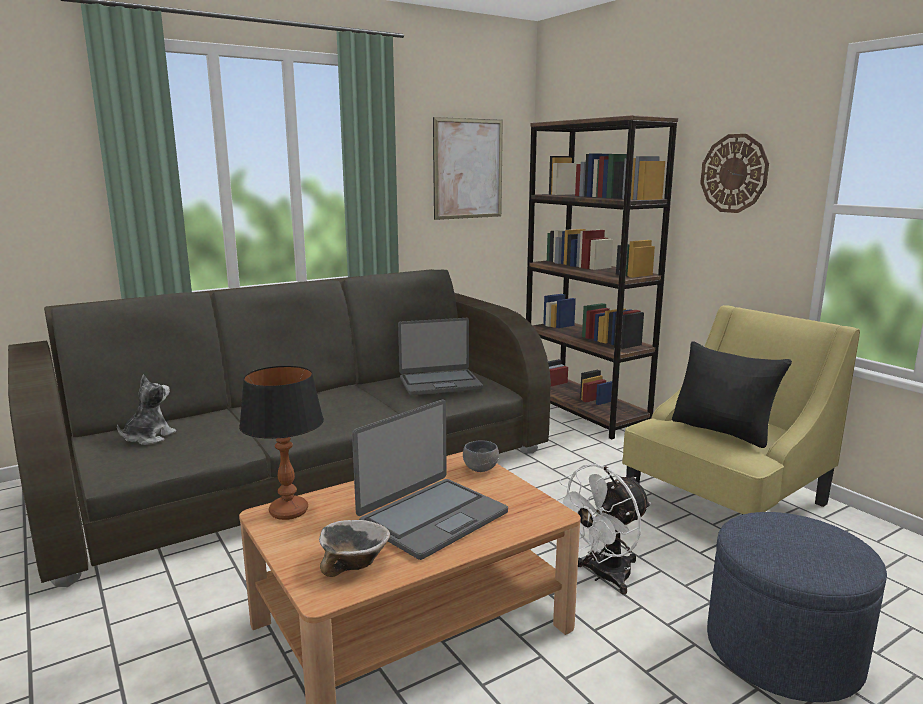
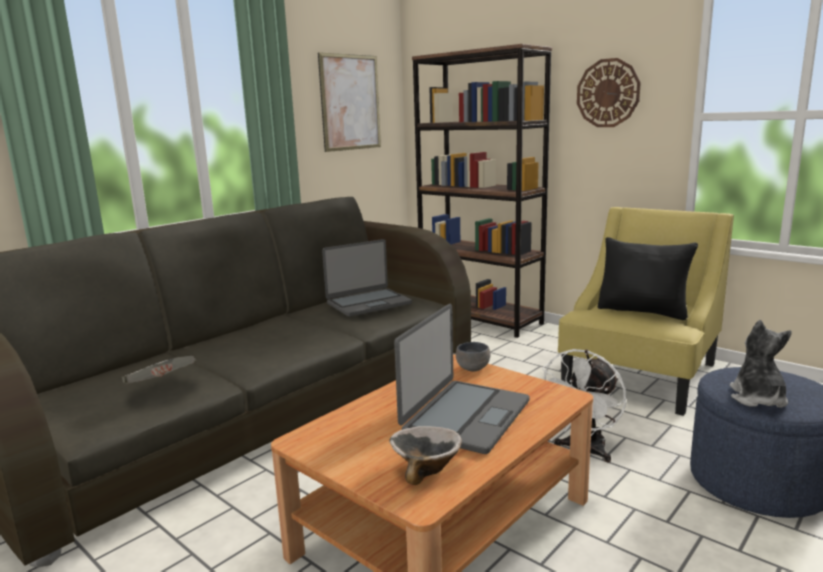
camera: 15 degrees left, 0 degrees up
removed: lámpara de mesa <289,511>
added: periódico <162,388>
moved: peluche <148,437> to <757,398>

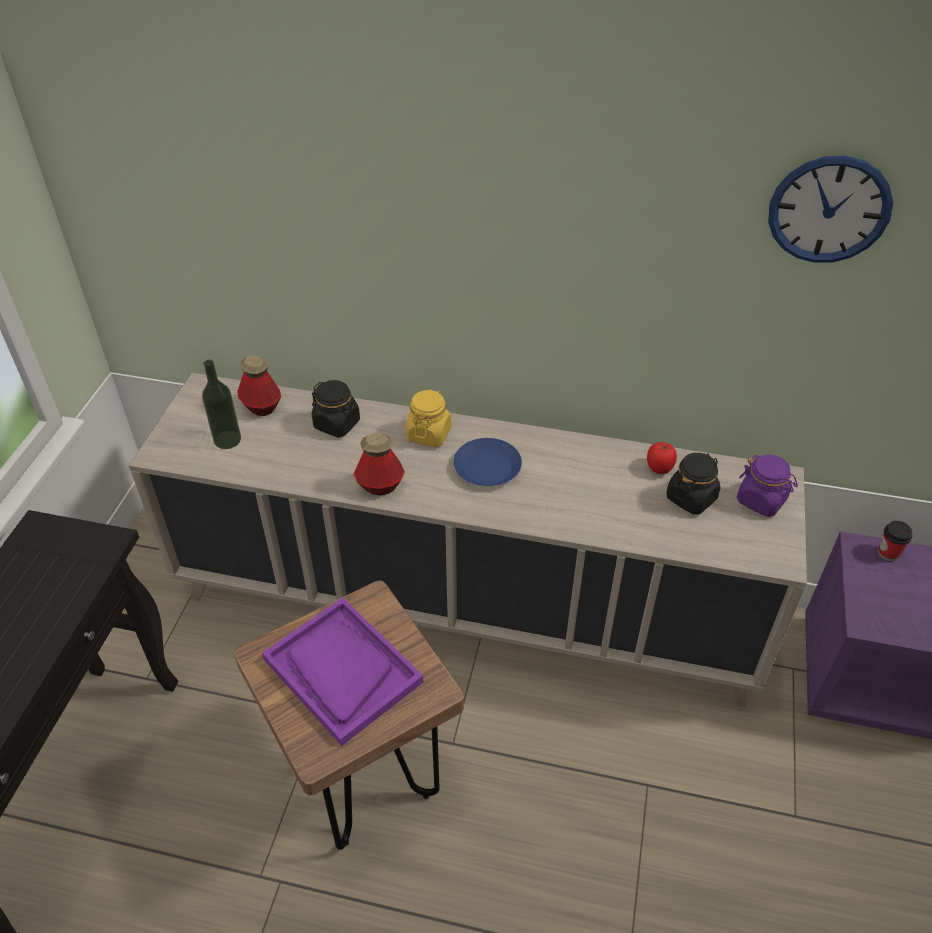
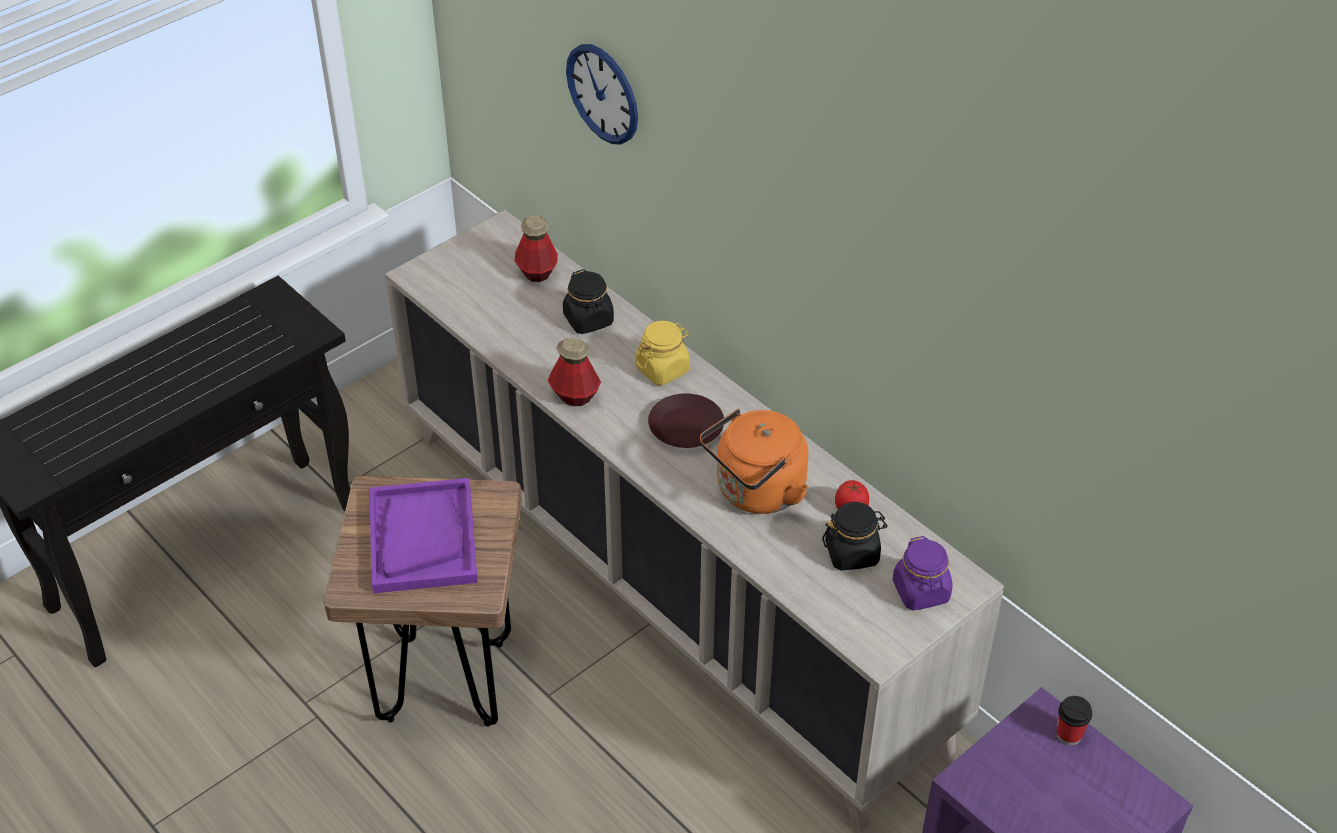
camera: 35 degrees right, 0 degrees up
removed: botella <227,440>
added: hervidor (naranja) <756,492>
moved: reloj de pared <829,210> to <603,93>
recoloured: plato (azul) <488,467> to plato (marrón) <687,427>

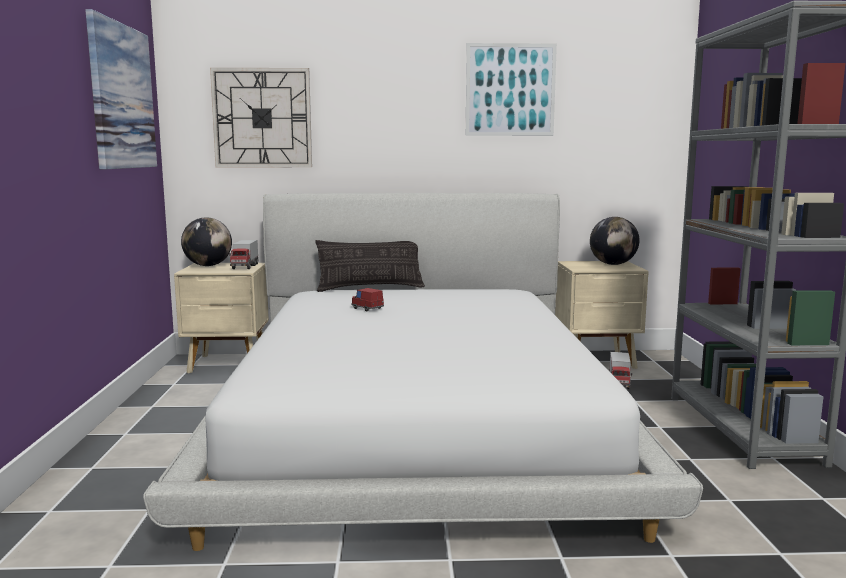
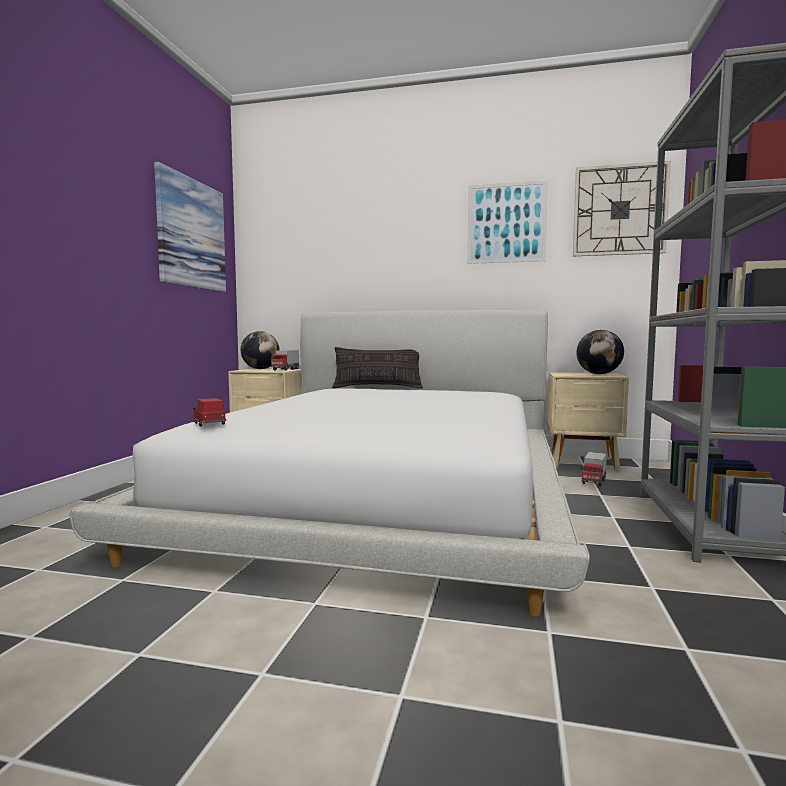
camera: 15 degrees right, 5 degrees down
moved: coche de juguete (rojo) <367,308> to <209,424>; reloj de pared <262,118> to <619,210>

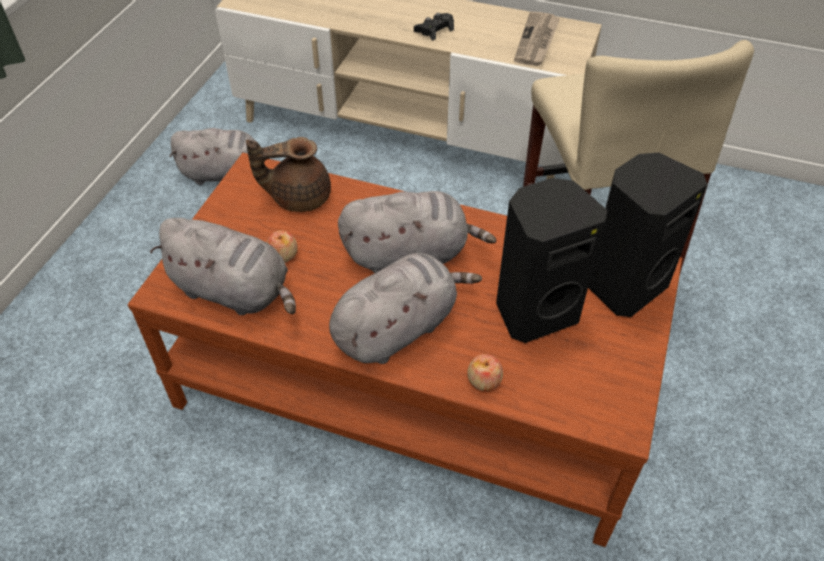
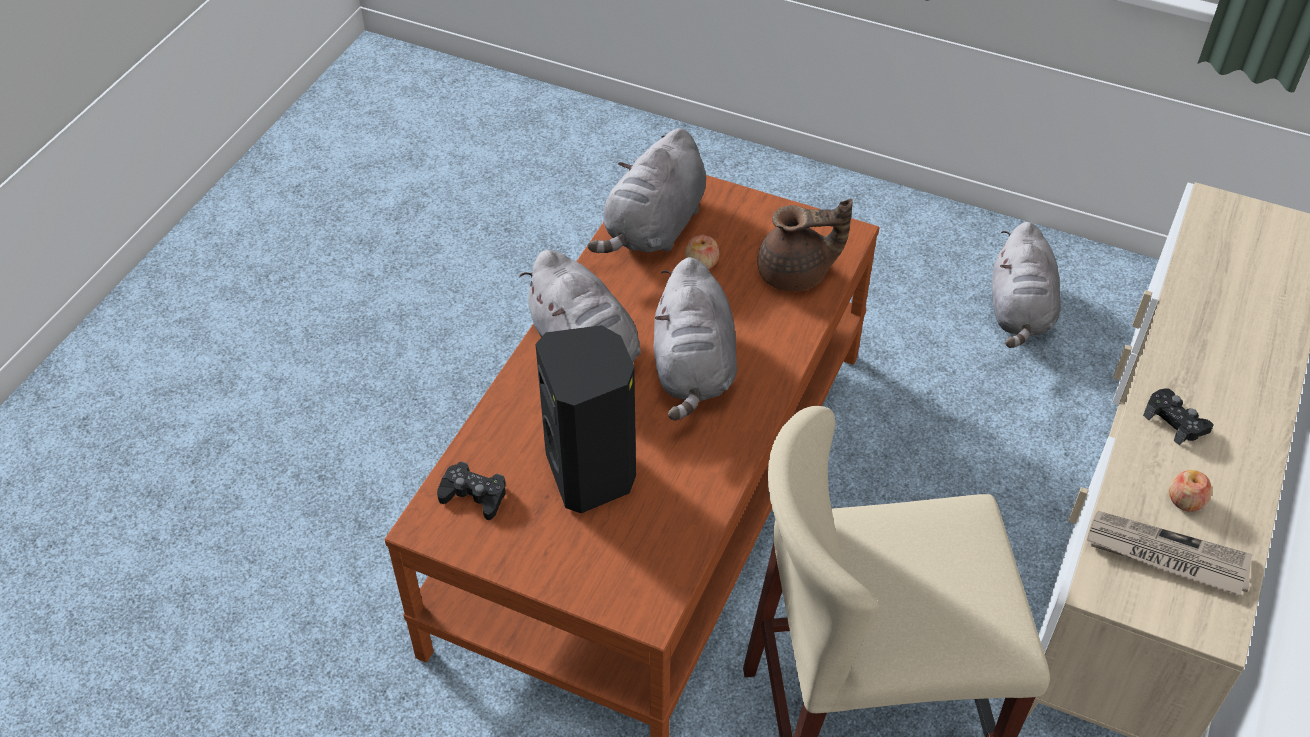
camera: 95 degrees right, 0 degrees up
removed: altavoz (negro) <623,285>
added: mando de consola (negro) <474,495>
moved: manzana <484,381> to <1185,500>
turned: tetera (marrón) <298,197> = <796,274> 90 degrees clockwise

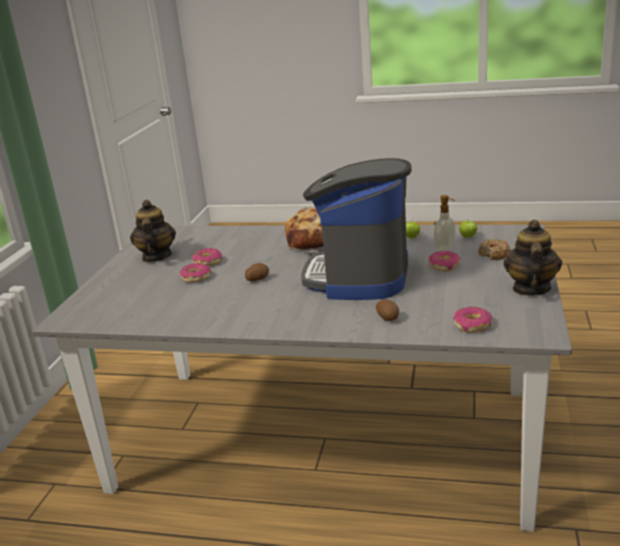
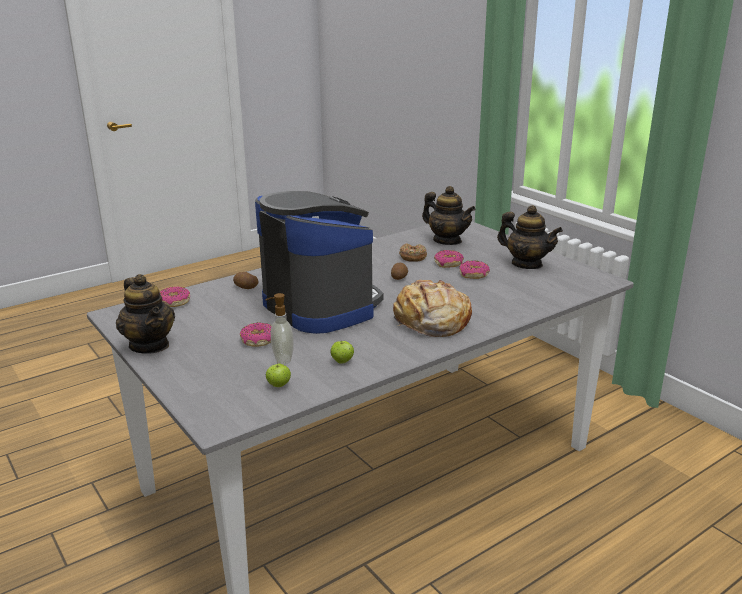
camera: 130 degrees right, 0 degrees up
added: tetera <447,241>
moved: rosquilla <494,254> to <412,257>

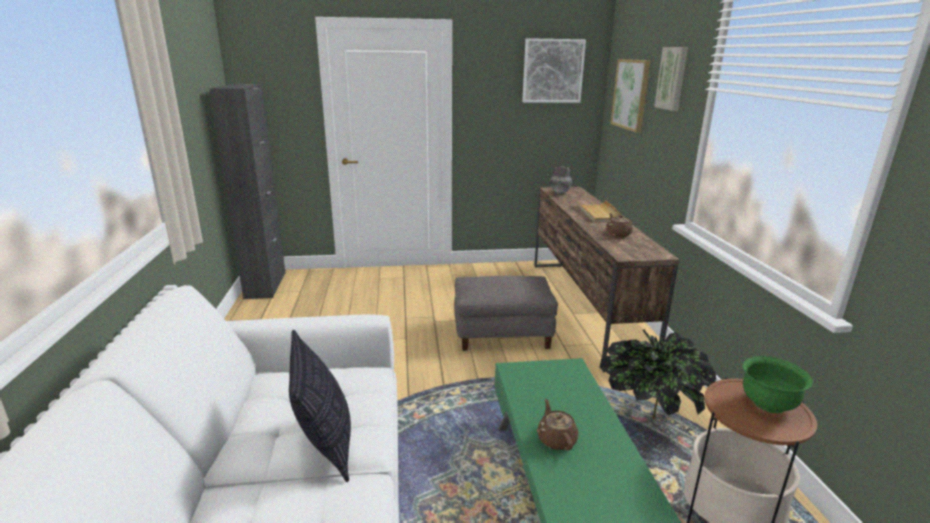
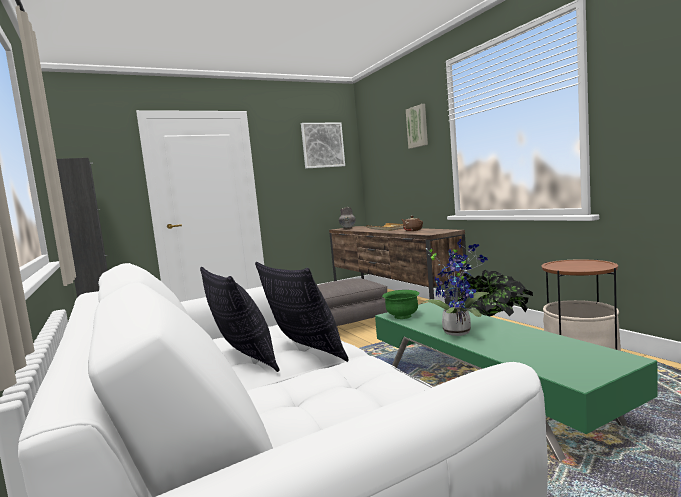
camera: 20 degrees left, 15 degrees down
removed: cuadro <631,94>
added: cojín <244,361>
moved: cuenco (verde) <768,404> to <402,316>
replaced: tetera (marrón) <556,439> to planta en maceta <458,331>

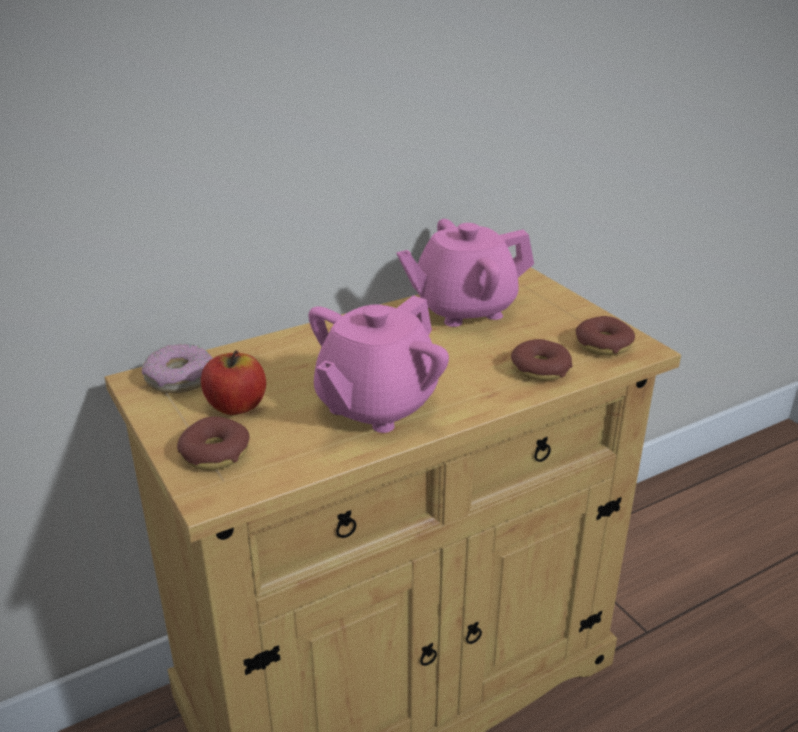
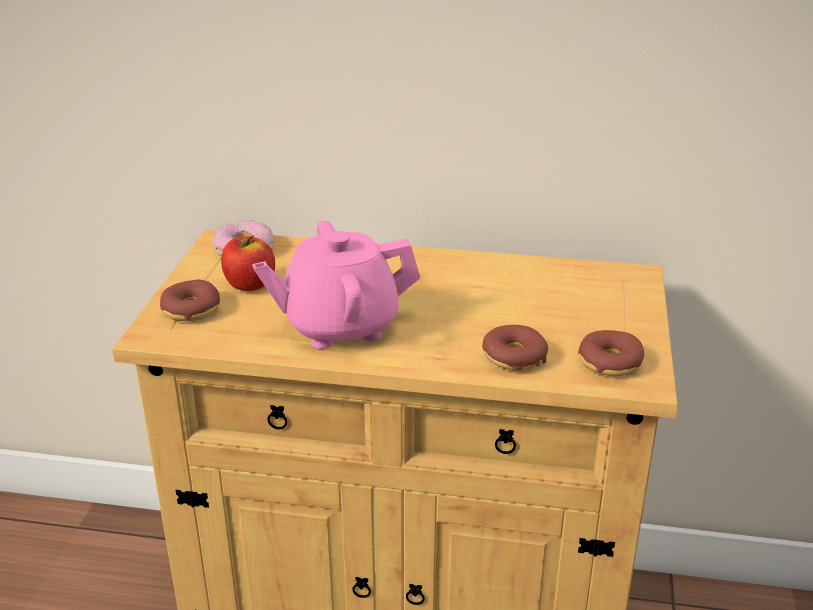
camera: 40 degrees right, 0 degrees up
removed: tetera (rosa) <463,309>

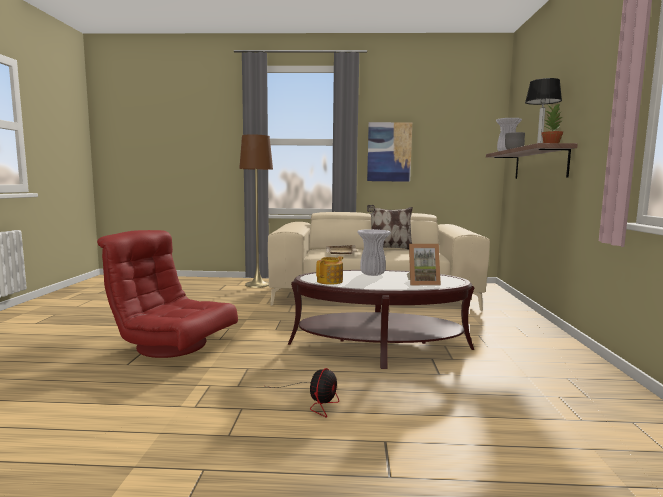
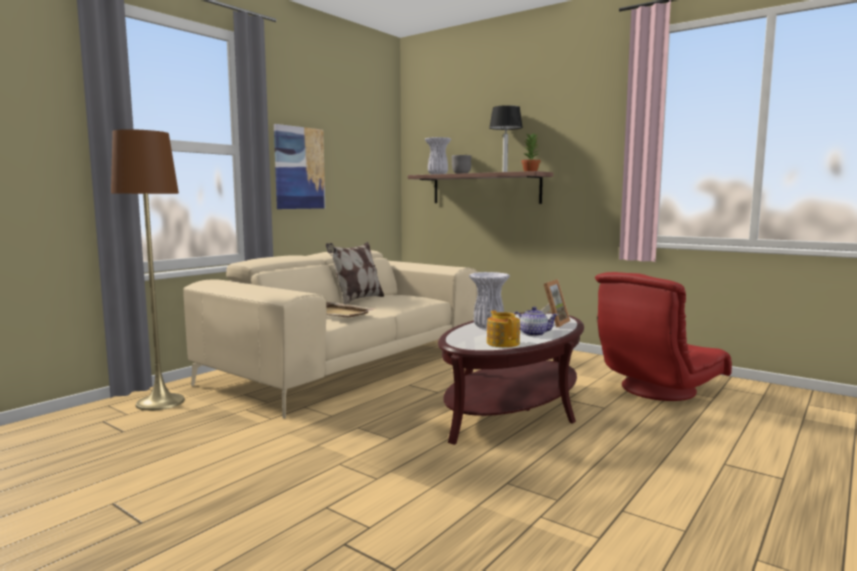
camera: 55 degrees left, 0 degrees up
removed: ventilador <316,400>
added: tetera <533,334>
moved: sillón (rojo) <173,345> to <656,390>

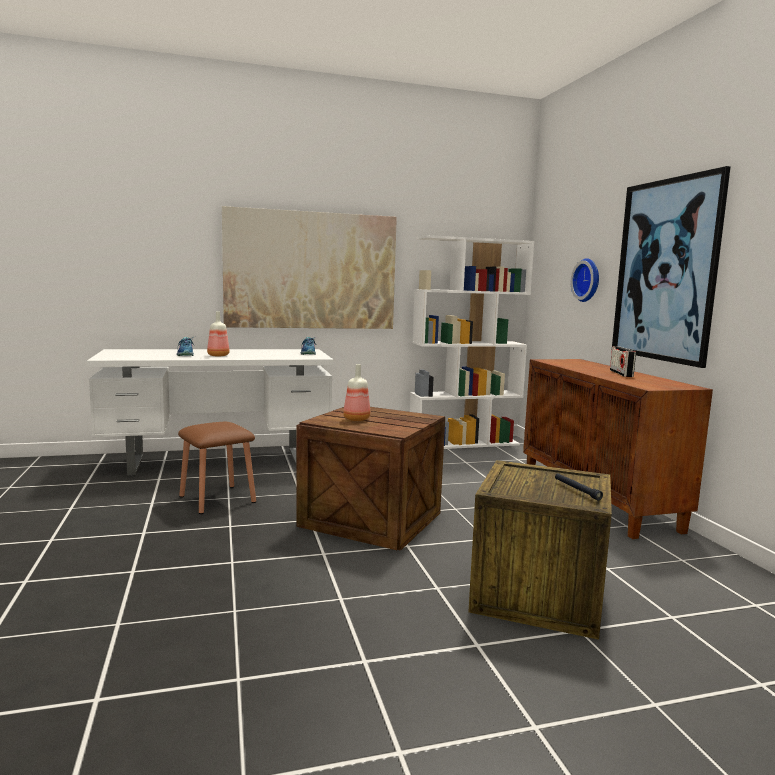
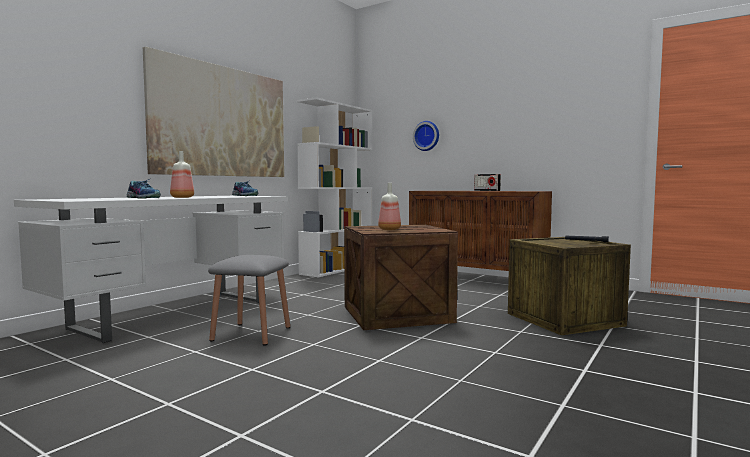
camera: 40 degrees left, 5 degrees down
removed: cuadro <665,270>
recoloured: taburete (marrón) <217,499> to taburete (gris) <251,333>

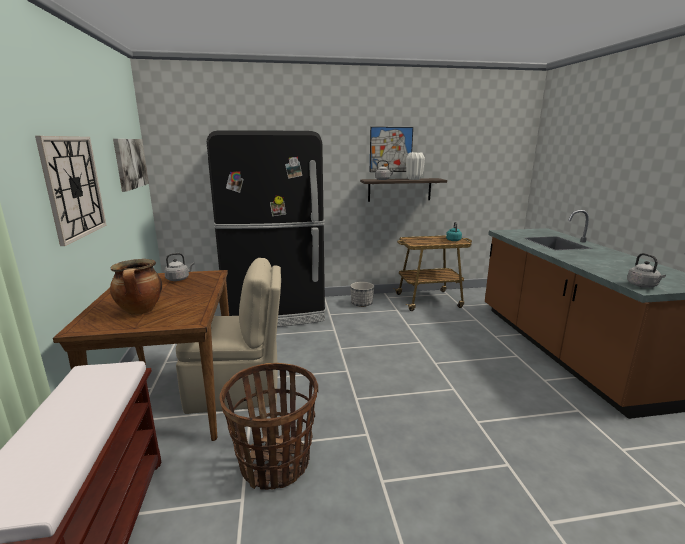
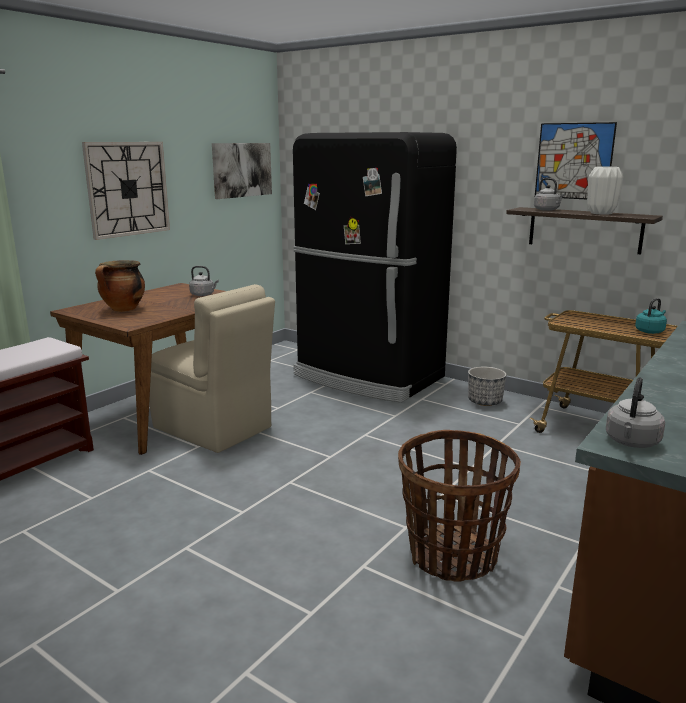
camera: 45 degrees right, 0 degrees up
moved: cesta <275,464> to <452,556>

